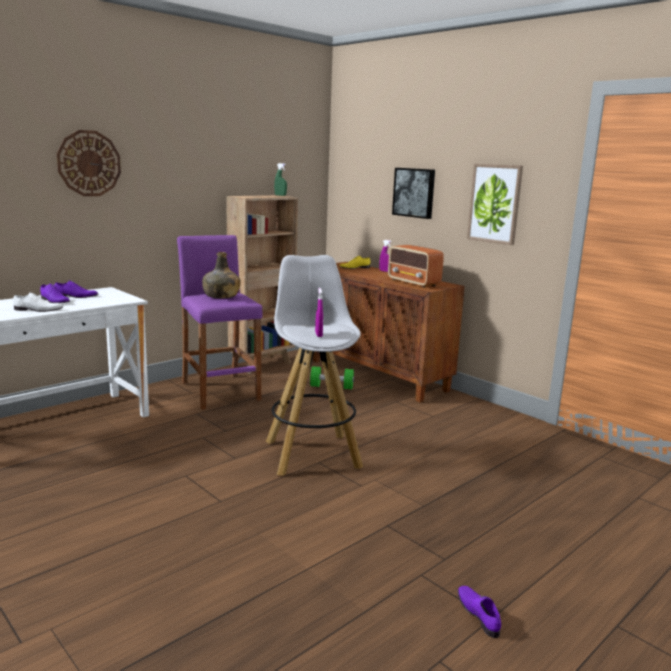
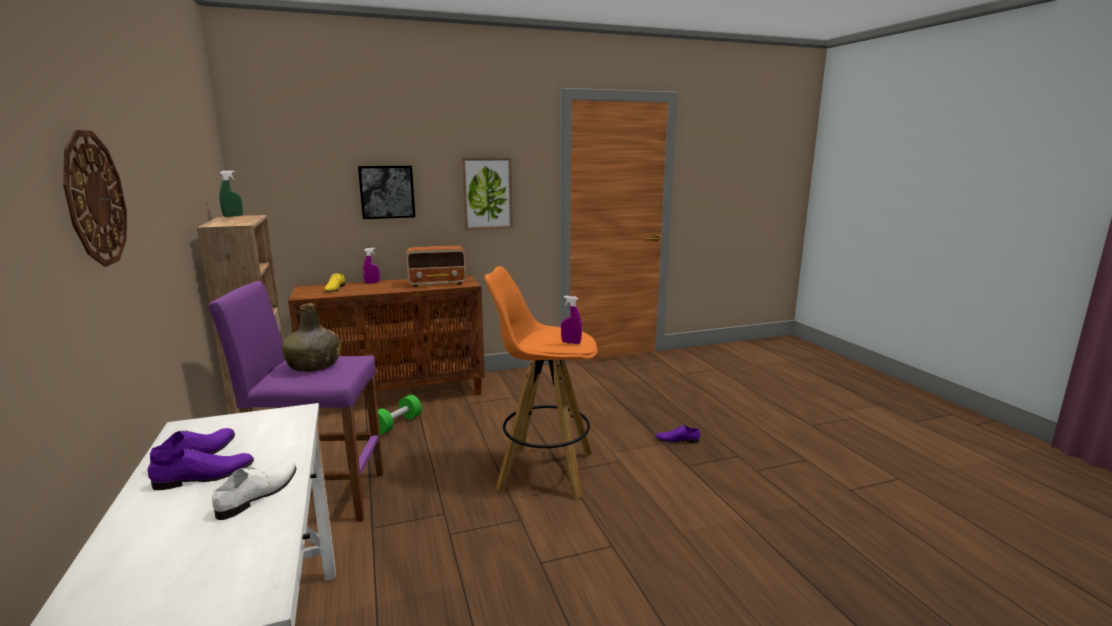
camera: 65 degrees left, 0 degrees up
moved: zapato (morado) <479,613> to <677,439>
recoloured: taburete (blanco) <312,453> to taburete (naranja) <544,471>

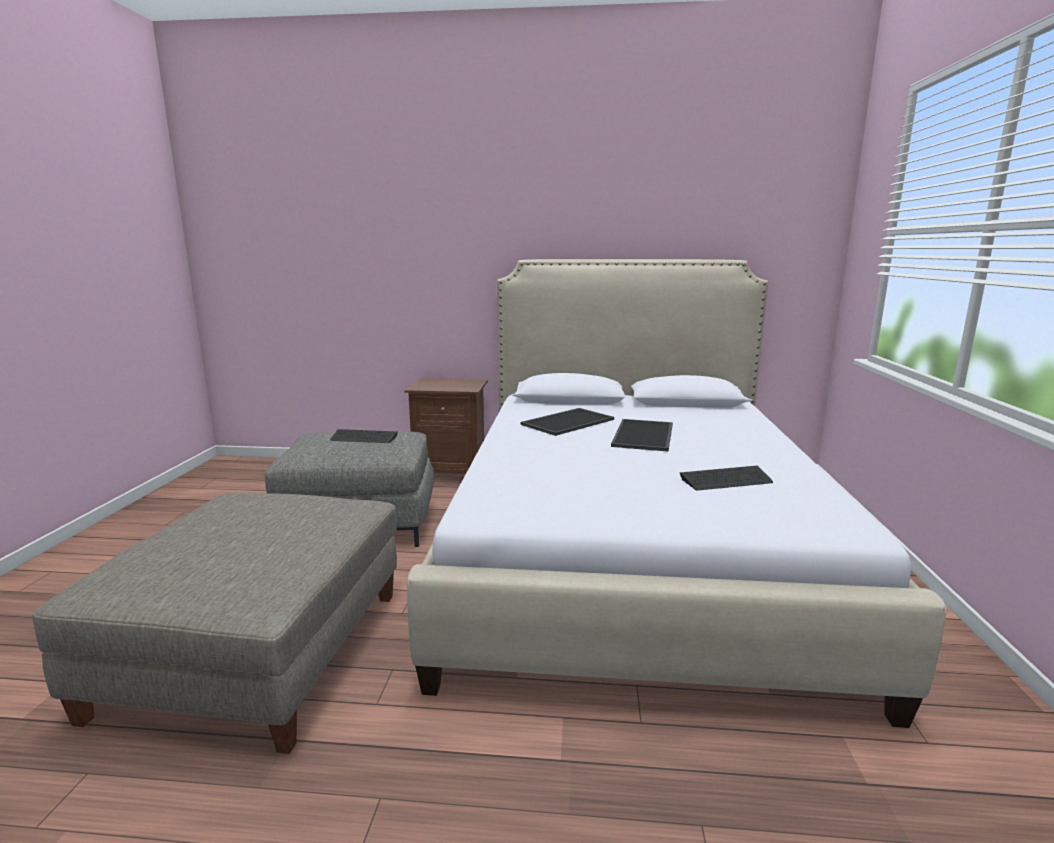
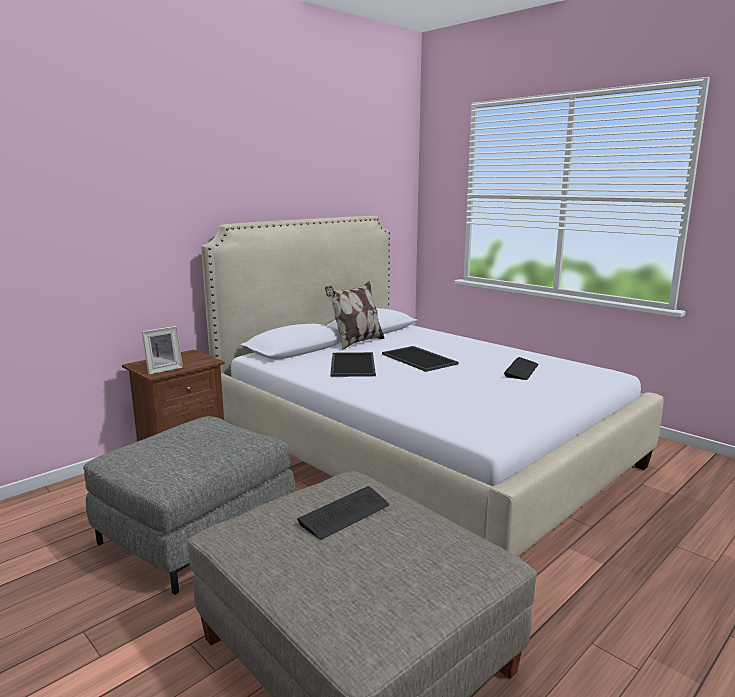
camera: 50 degrees left, 0 degrees up
added: portarretratos <163,369>; cojín <356,342>
moved: teclado <364,438> to <344,514>

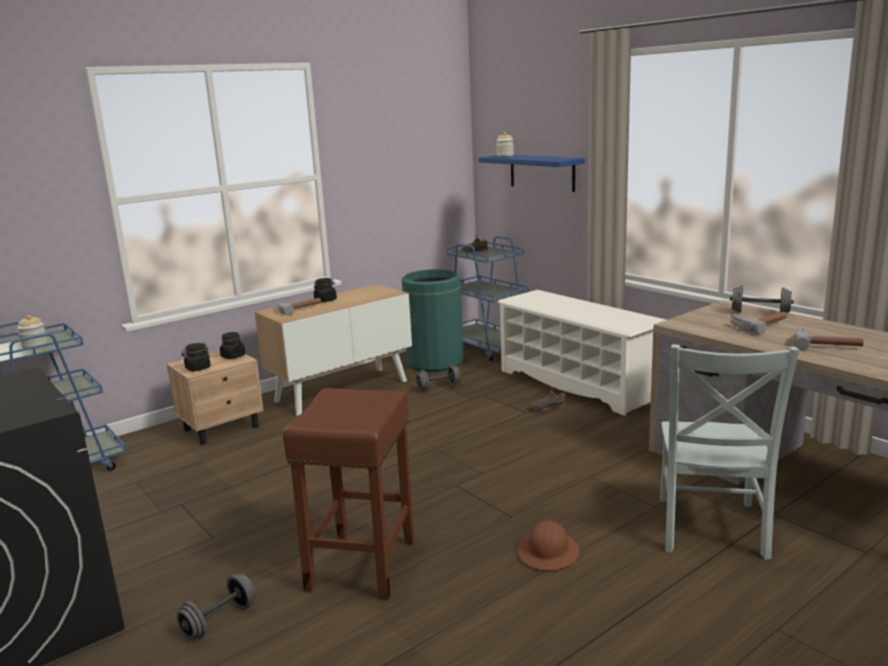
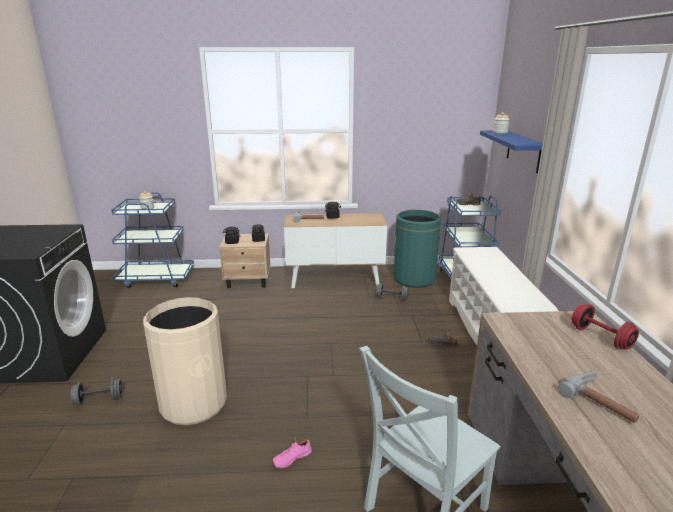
camera: 35 degrees right, 5 degrees up
removed: martillo <758,325>
replaced: taburete (marrón) <362,563> to papelera (beis) <193,403>; casco (marrón) <548,552> to zapato (rosa) <291,458>
recoloured: mancuerna (gris) <760,313> to mancuerna (rojo) <600,338>

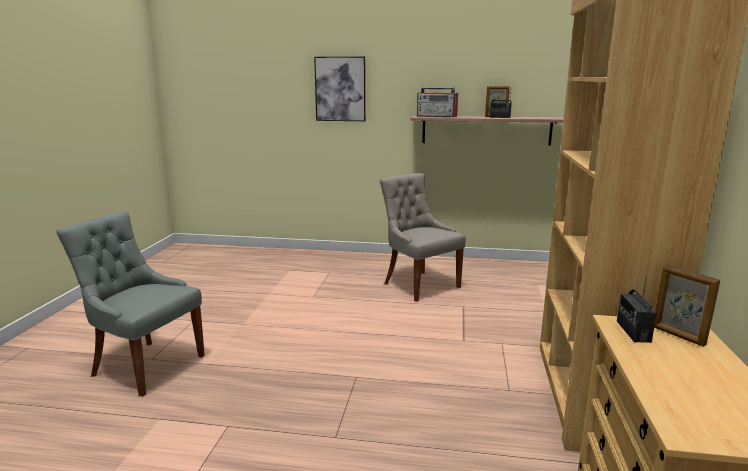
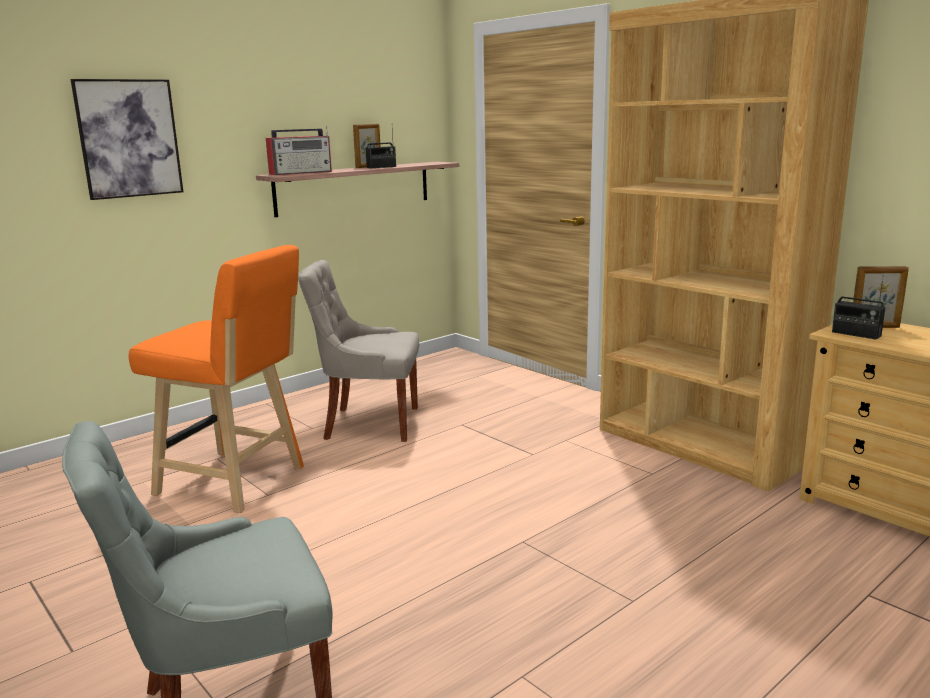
camera: 50 degrees left, 0 degrees up
added: taburete (naranja) <237,482>

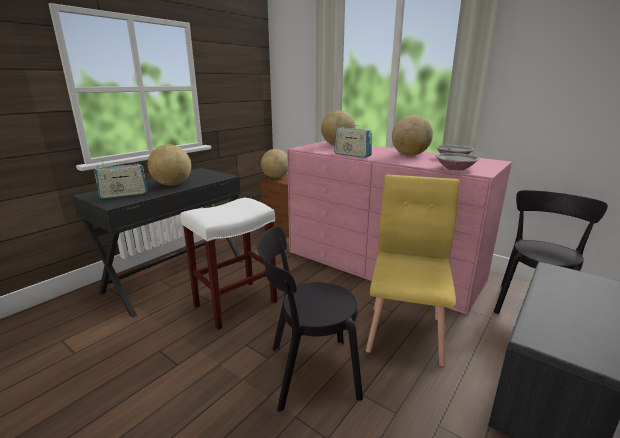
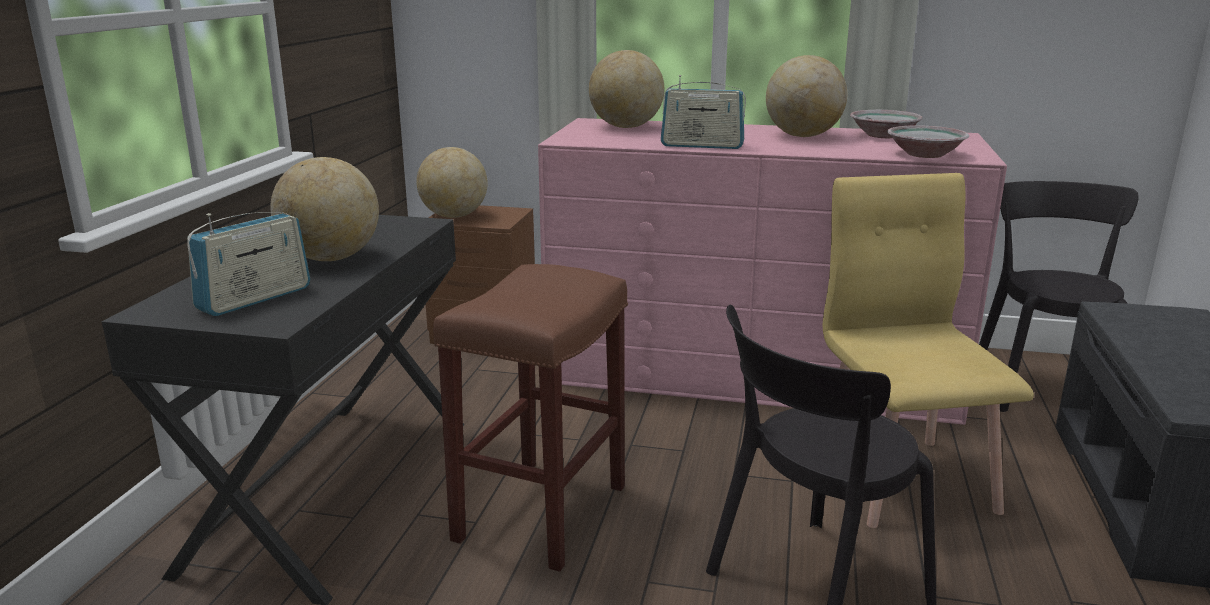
camera: 25 degrees left, 0 degrees up
recoloured: taburete (blanco) <235,304> to taburete (marrón) <541,514>

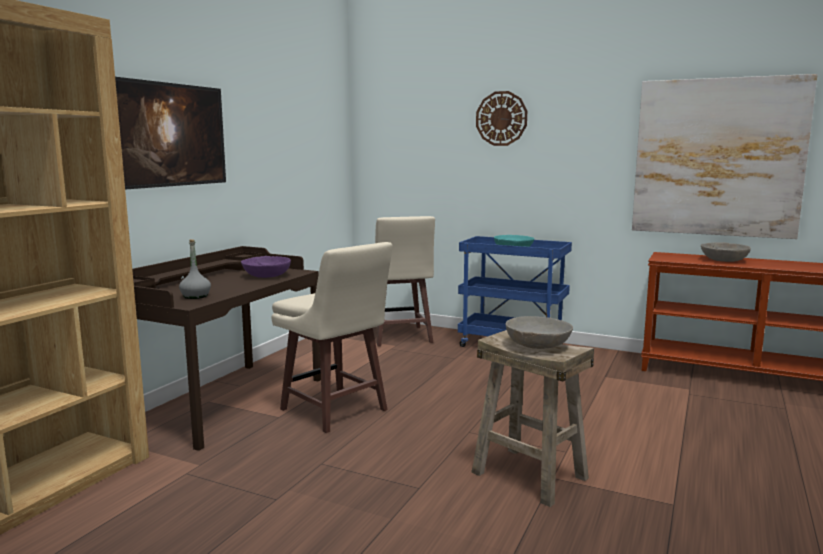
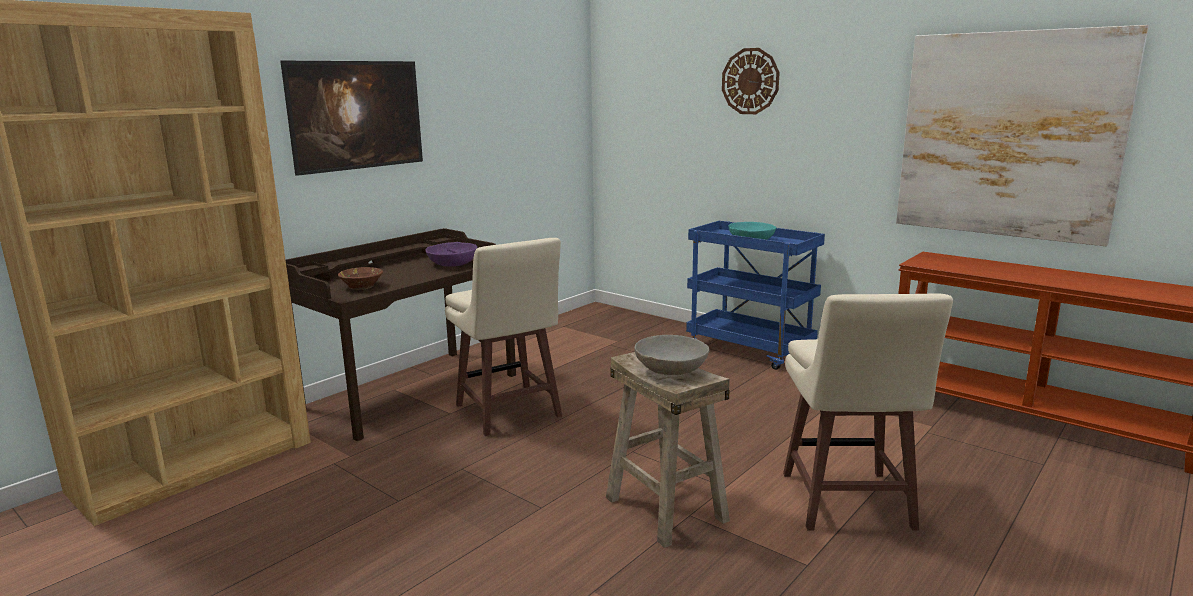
camera: 15 degrees right, 5 degrees up
removed: cuenco (gris) <723,260>
moved: taburete (beis) <399,337> to <846,503>
replaced: botella (gris) <196,296> to cuenco (marrón) <362,287>

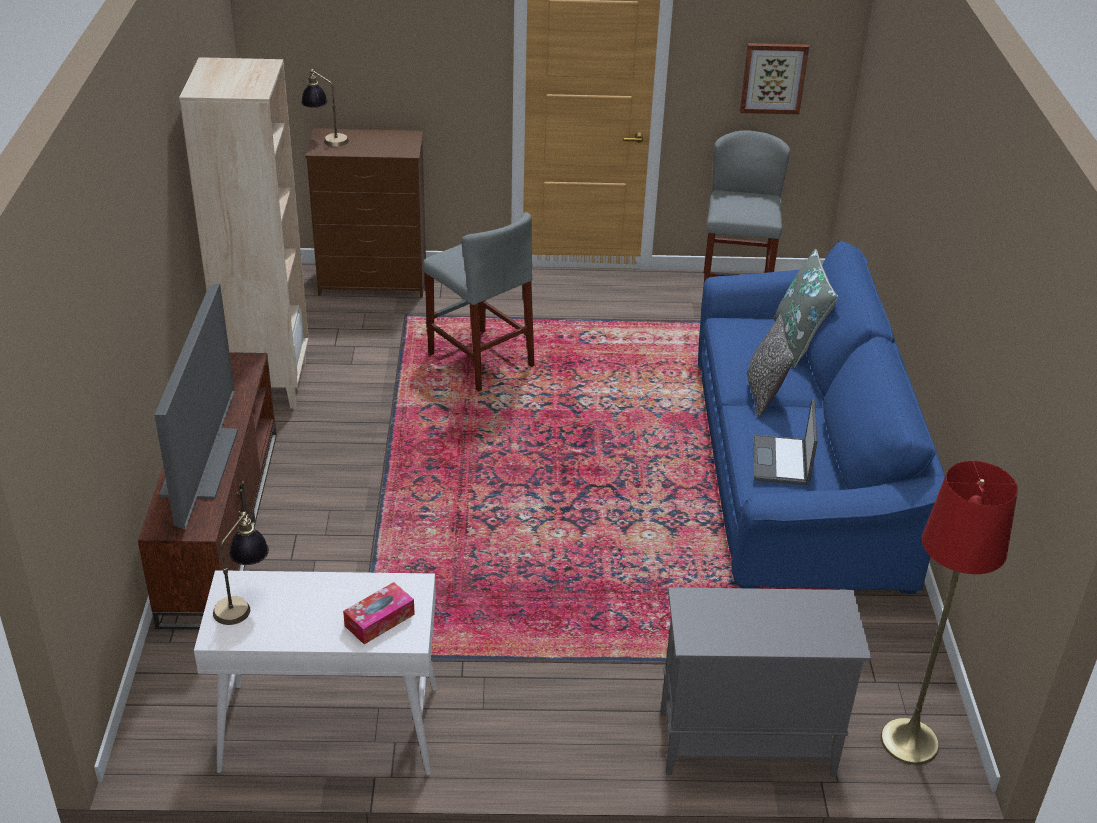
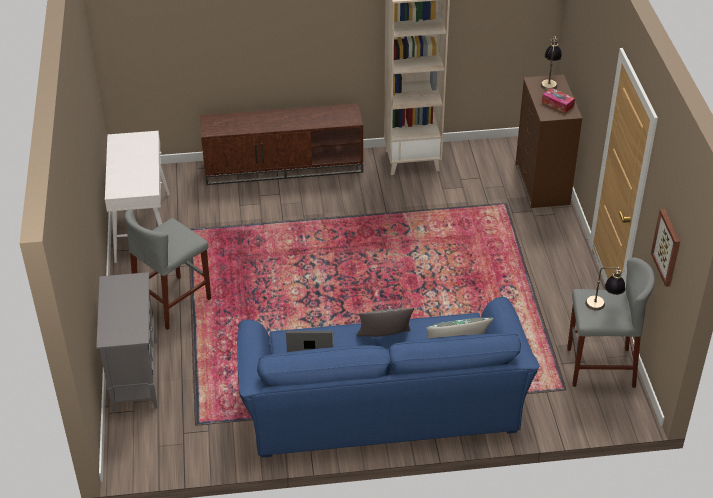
camera: 85 degrees right, 5 degrees up
removed: televisor <200,462>; lámpara de pie (rojo) <909,741>
moved: taburete (gris) <480,360> to <173,302>; caja de pañuelos <379,620> to <557,104>; lámpara de mesa <243,602> to <603,306>

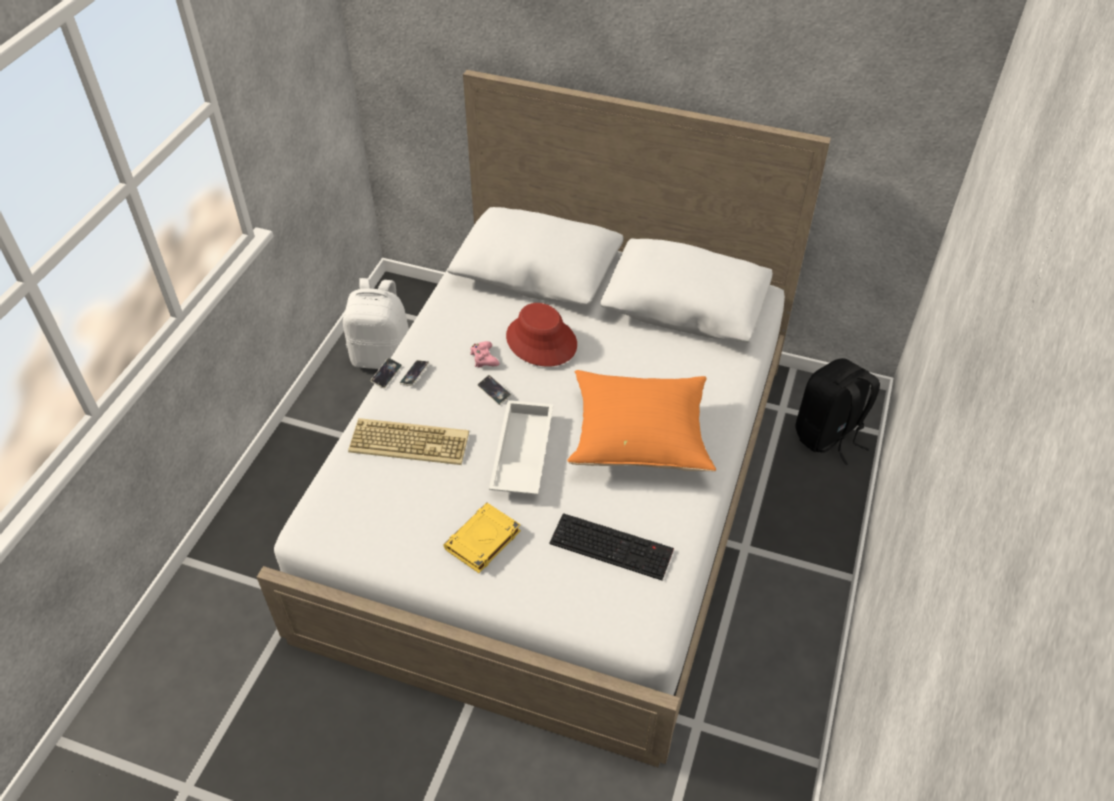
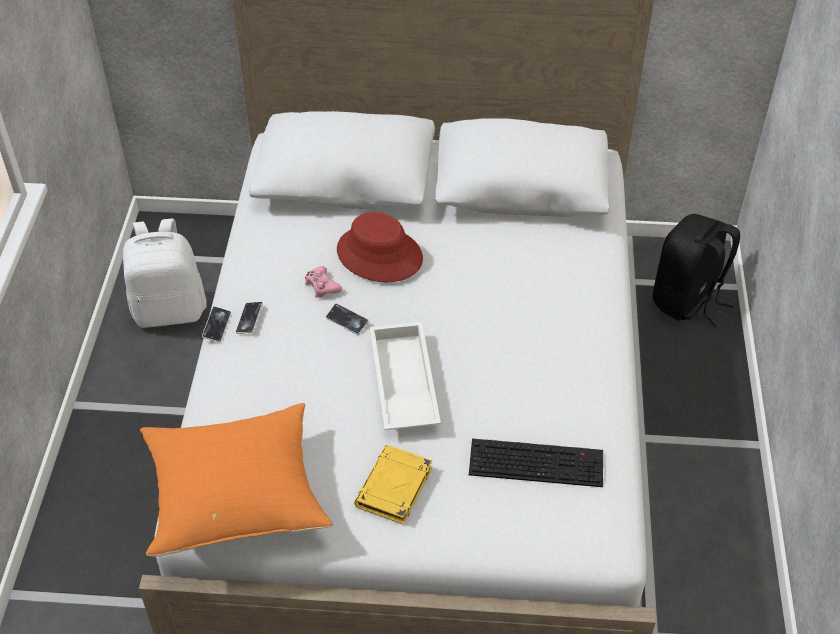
camera: 15 degrees left, 0 degrees up
removed: teclado <411,441>
moved: cojín (naranja) <640,437> to <237,496>

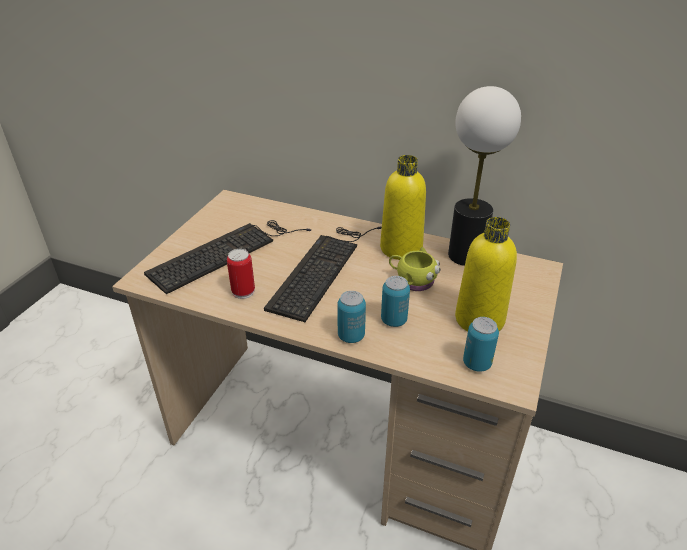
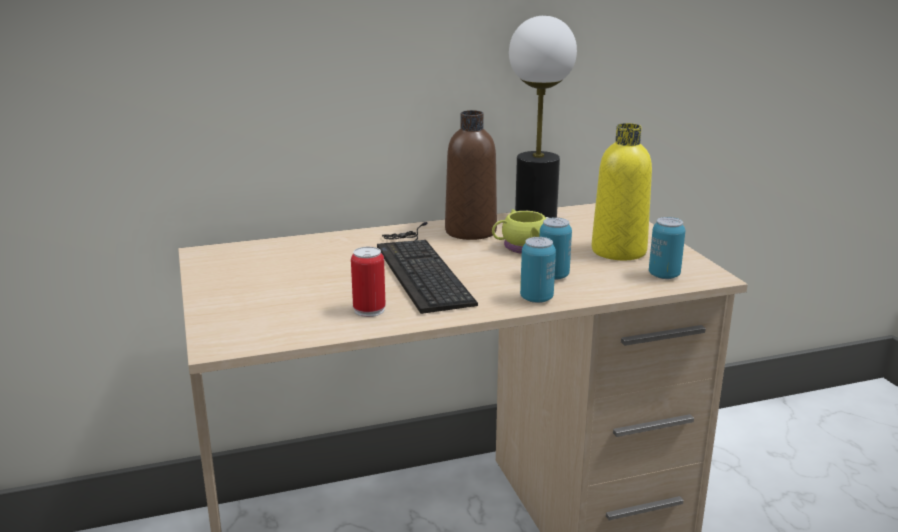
camera: 40 degrees left, 15 degrees down
removed: teclado <226,252>
recoloured: botella (amarillo) <401,248> to botella (marrón) <470,231>

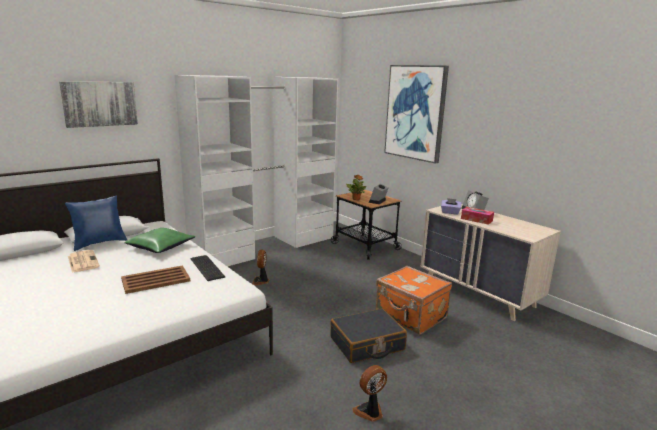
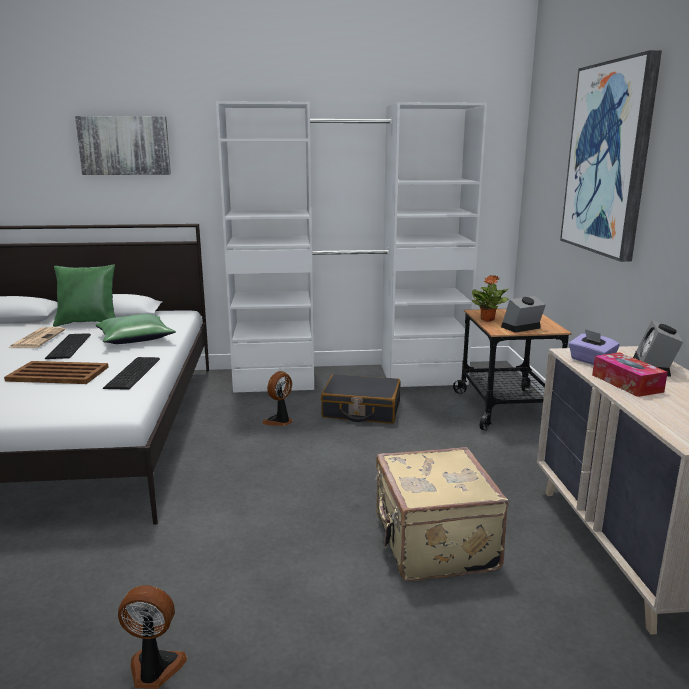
camera: 35 degrees right, 0 degrees up
added: teclado <70,346>
moved: maleta (negro) <367,344> to <361,410>
recoloured: cojín (azul) <100,243> to cojín (verde) <89,323>; maleta (naranja) <410,316> to maleta (beis) <432,544>

